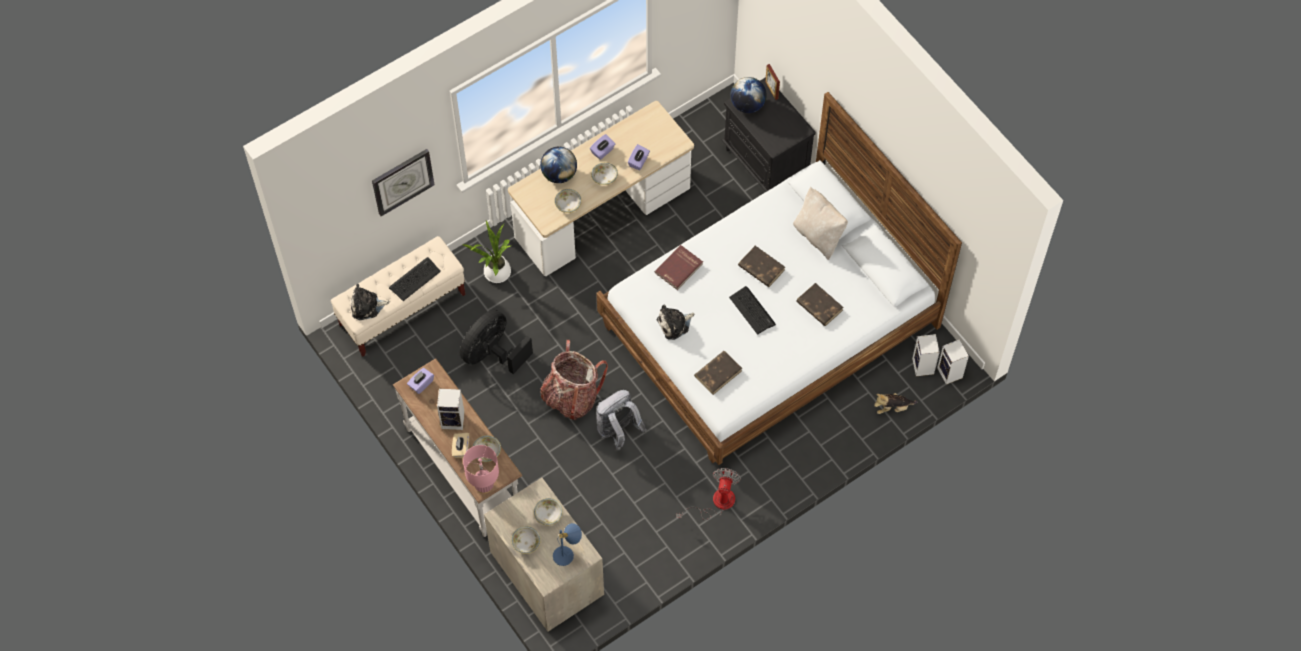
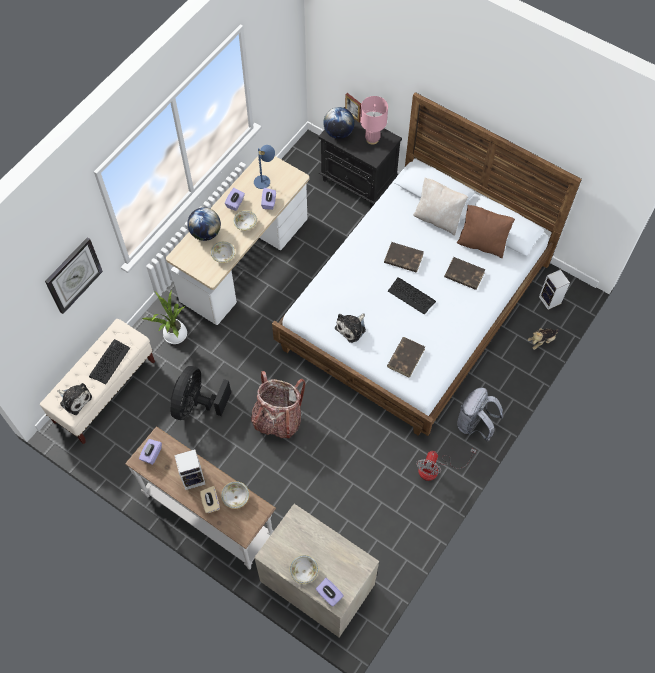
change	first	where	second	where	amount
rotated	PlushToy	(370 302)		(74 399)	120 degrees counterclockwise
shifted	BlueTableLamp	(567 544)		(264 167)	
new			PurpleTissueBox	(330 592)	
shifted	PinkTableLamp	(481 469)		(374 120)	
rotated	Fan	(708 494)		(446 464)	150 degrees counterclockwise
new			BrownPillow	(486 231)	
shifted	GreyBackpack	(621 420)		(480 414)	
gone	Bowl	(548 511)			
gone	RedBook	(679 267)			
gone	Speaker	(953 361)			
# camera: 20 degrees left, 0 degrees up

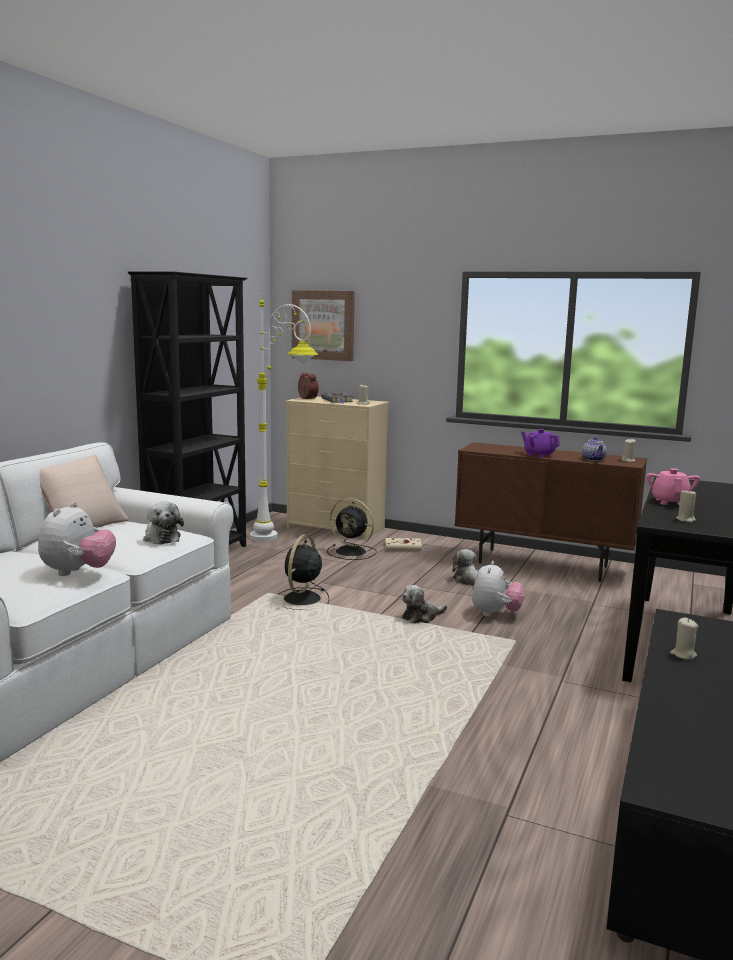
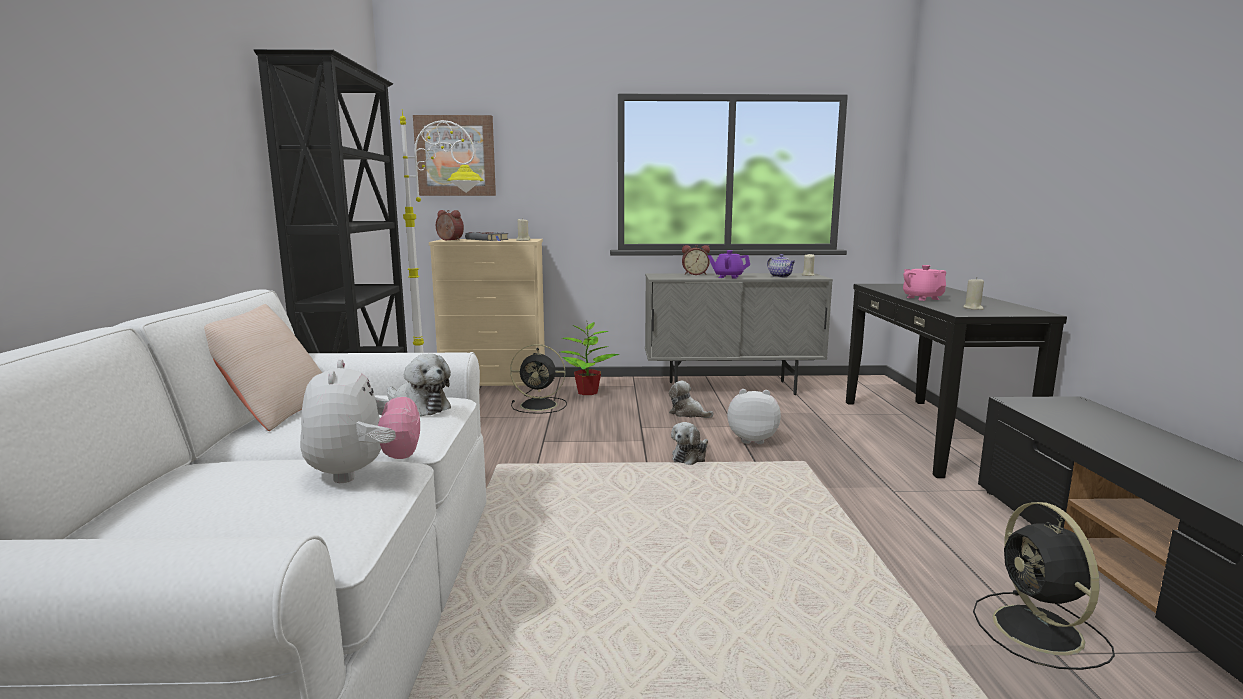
change	first	where	second	where	amount
swapped	BeigeBook	(406 544)	PottedPlant	(590 358)	
repainted	BrownCabinet	(550 512)	GreyCabinet	(739 334)	
new			AlarmClock	(696 260)	
rotated	PlushToy	(498 589)		(754 416)	75 degrees counterclockwise
shifted	BlackFan	(303 572)		(1044 586)	
gone	BeigeCandle	(684 638)			
# camera: 25 degrees left, 0 degrees up

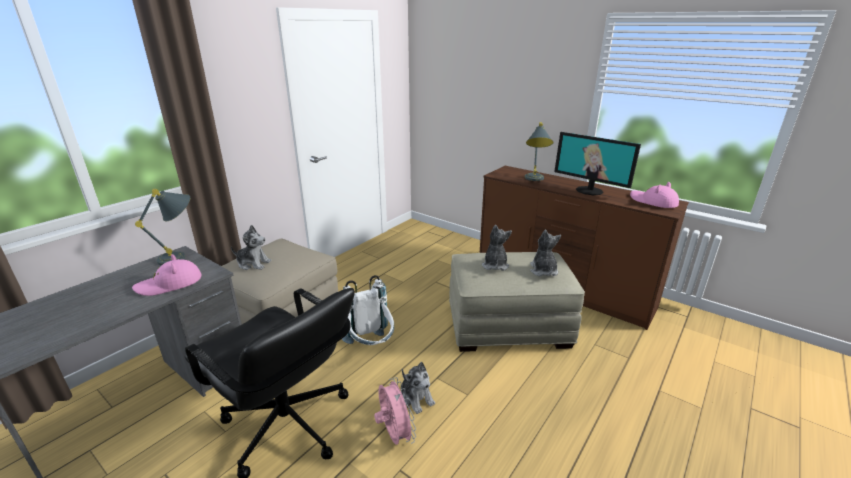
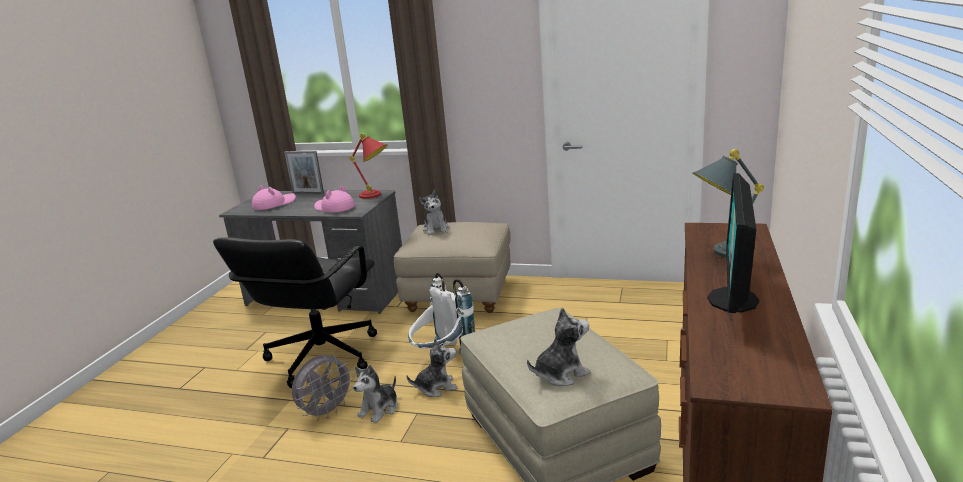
change	first	where	second	where	amount
shifted	PinkHat	(654 195)		(274 197)	
new			PictureFrame	(304 172)	
repainted	PinkFan	(395 411)	GreyFan	(323 388)	
repainted	GreyTableLamp	(162 227)	RedTableLamp	(368 166)	
shifted	PlushToy	(497 248)		(432 367)	
# camera: 70 degrees right, 5 degrees down

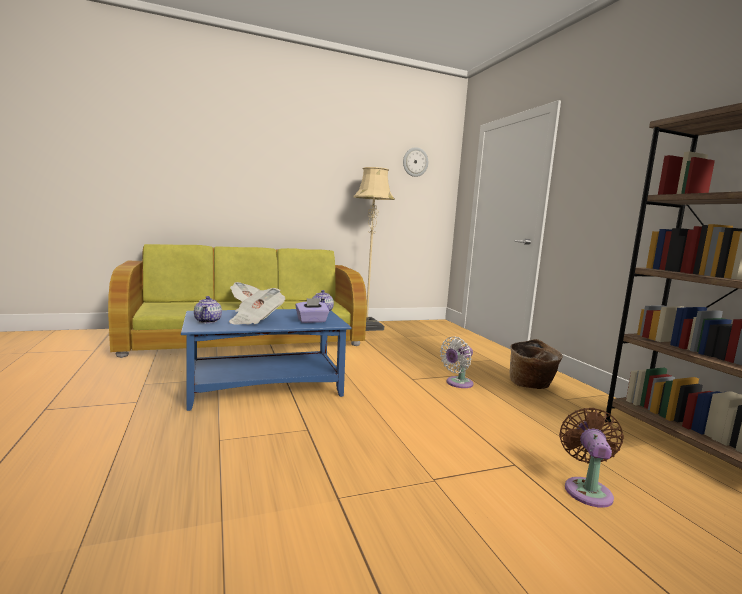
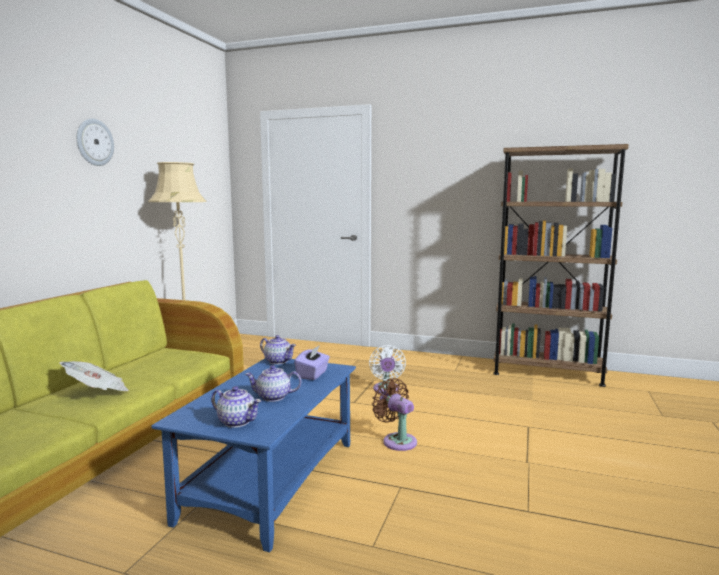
change	first	where	second	where	amount
shifted	WallClock	(415 162)		(95 142)	
swapped	Newspaper	(257 306)	Teapot	(273 383)	
shifted	BrownFan	(591 458)		(394 414)	
gone	Basket	(536 364)			
# camera: 50 degrees left, 0 degrees up

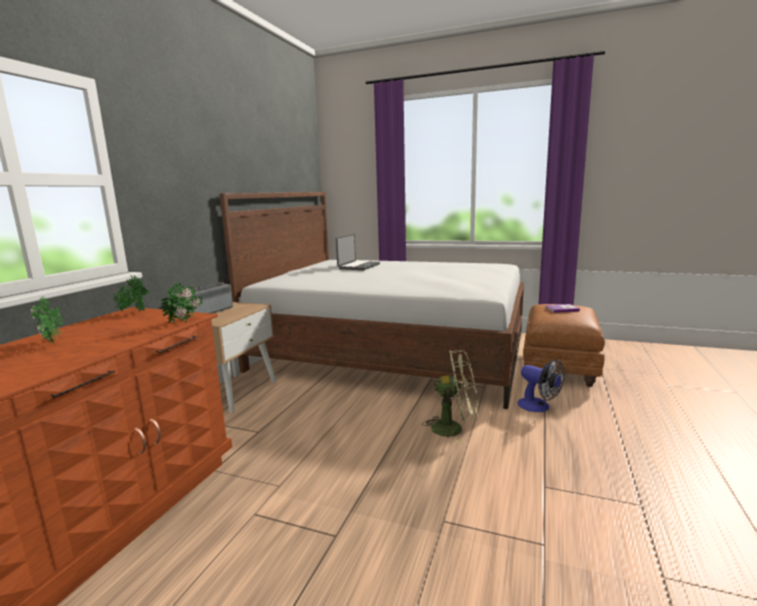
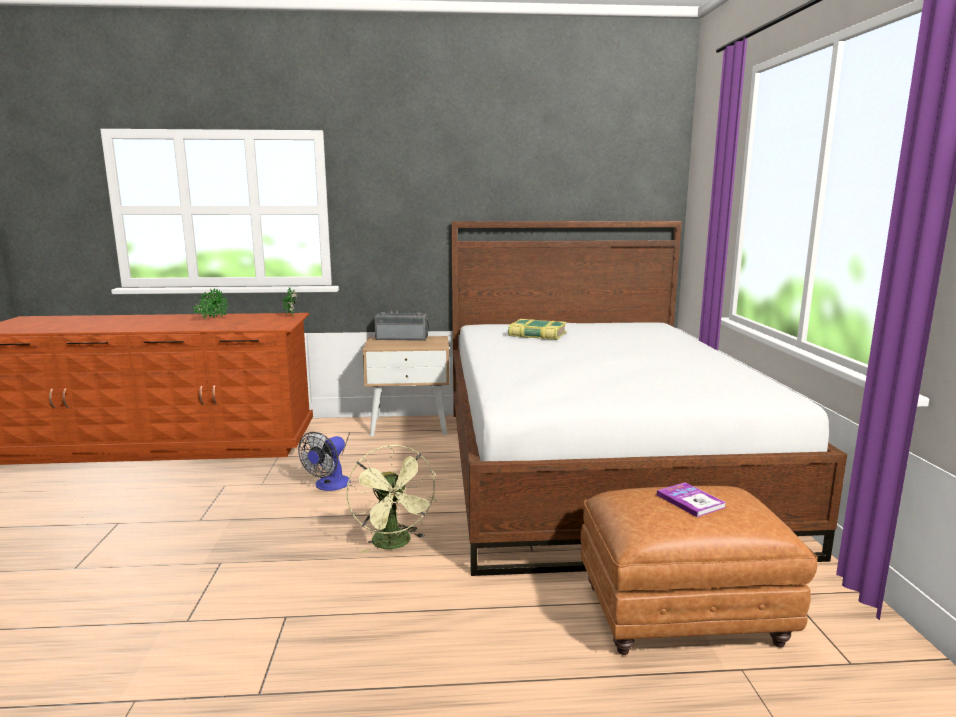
change	first	where	second	where	amount
shifted	Fan	(541 385)		(324 461)	
new			Book	(537 329)	
gone	PottedPlant	(182 302)			
gone	Laptop	(358 252)			
# camera: 65 degrees right, 0 degrees up

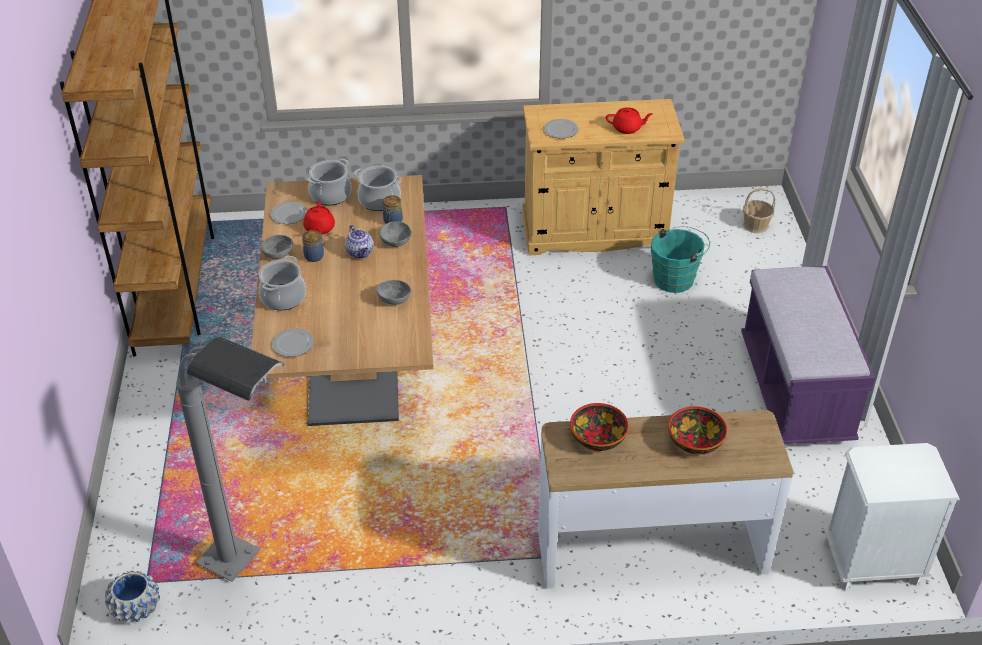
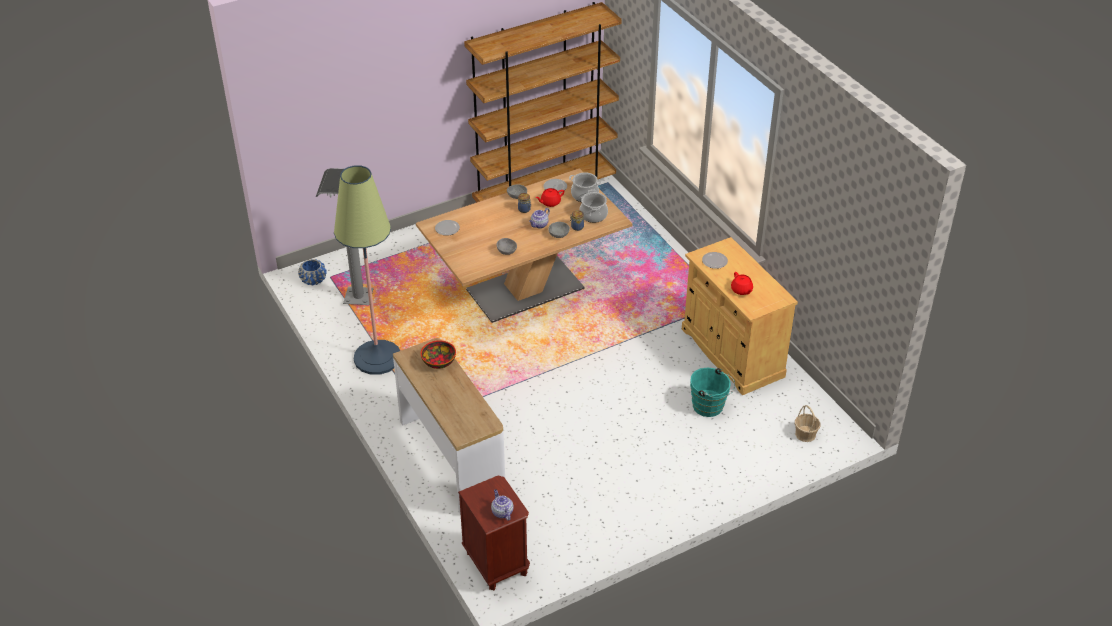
change	first	where	second	where	amount
new			FloorLamp	(367 270)	
repainted	WhiteNightstand	(892 516)	BrownNightstand	(494 533)	
new			Teapot	(502 505)	
gone	CookingPot	(282 283)			
gone	Bowl	(697 430)			
gone	PurpleBench	(808 355)			
# camera: 65 degrees right, 0 degrees up

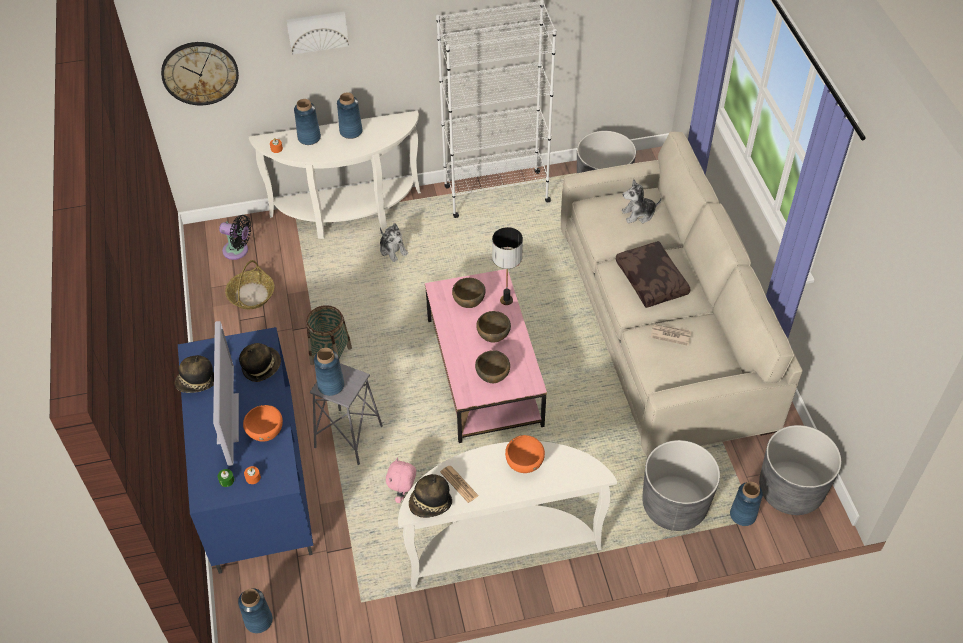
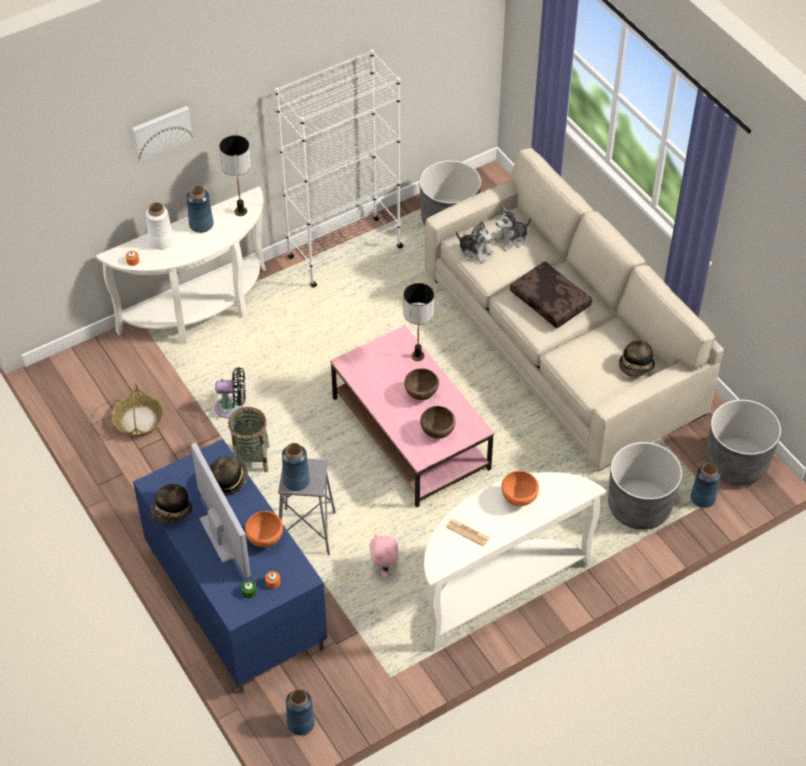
change	first	where	second	where	amount
repainted	BlueVase	(307 122)	WhiteVase	(159 226)	
shifted	BlackFan	(235 237)		(230 392)	
new			TableLamp	(235 175)	
shifted	PlushToy	(394 242)		(474 242)	
shifted	Hat	(430 496)		(637 358)	
gone	WallClock	(200 73)			
gone	BrownBowl	(469 293)			
gone	Newspaper	(671 335)			
# camera: 20 degrees left, 0 degrees up

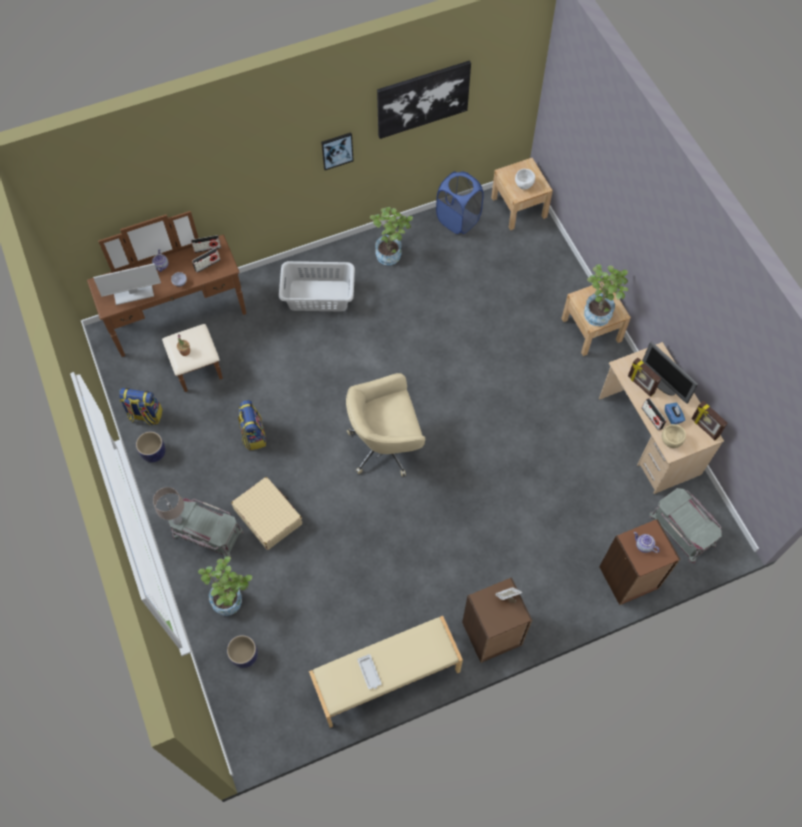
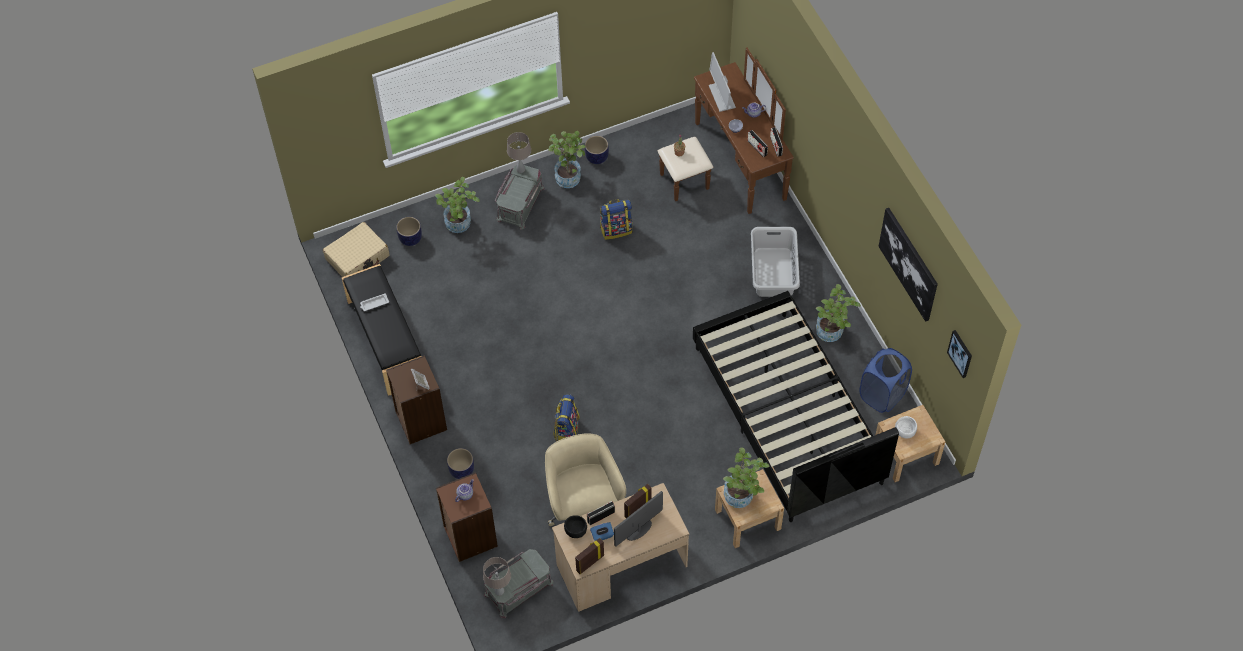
change	first	where	second	where	amount
shifted	BeigeSuitcase	(266 513)		(356 249)	
repainted	BeigeBench	(386 672)	BlackBench	(382 330)	
new			Planter	(460 463)	
new			BeigeTableLamp	(497 576)	
shifted	BeigeOfficeChair	(385 424)		(585 479)	
new			PottedPlant	(567 159)	
shifted	Backpack	(141 407)		(566 417)	
repainted	BeigeBowl	(674 436)	BlackBowl	(575 526)	
new			BlackBed	(796 406)	
shifted	Picture	(337 151)		(959 354)	
# camera: 90 degrees right, 5 degrees down

